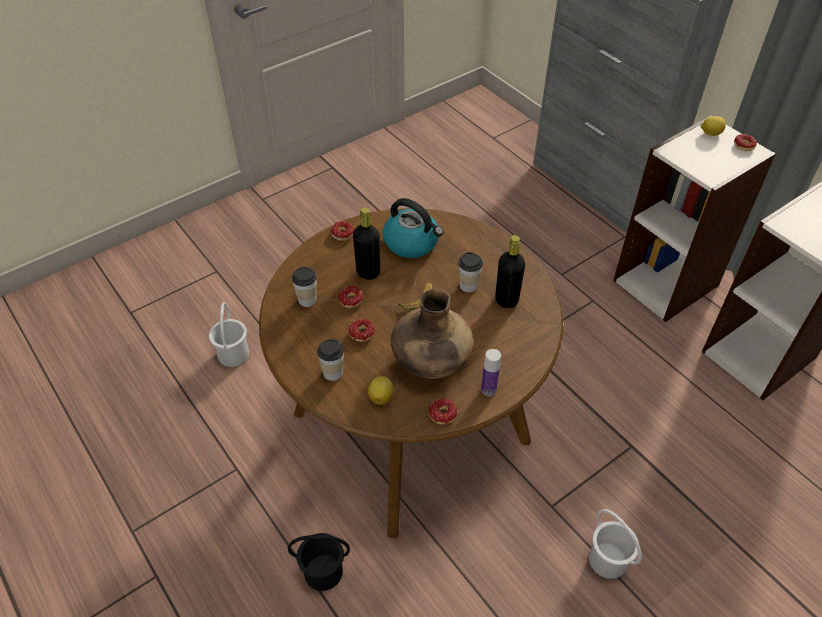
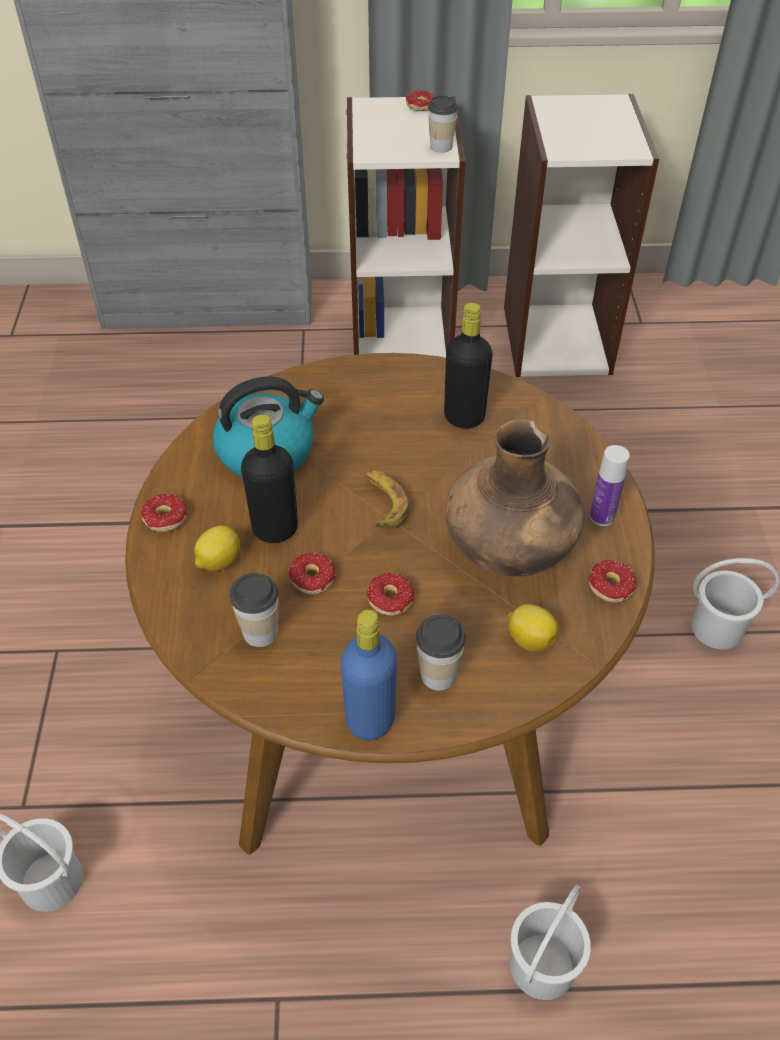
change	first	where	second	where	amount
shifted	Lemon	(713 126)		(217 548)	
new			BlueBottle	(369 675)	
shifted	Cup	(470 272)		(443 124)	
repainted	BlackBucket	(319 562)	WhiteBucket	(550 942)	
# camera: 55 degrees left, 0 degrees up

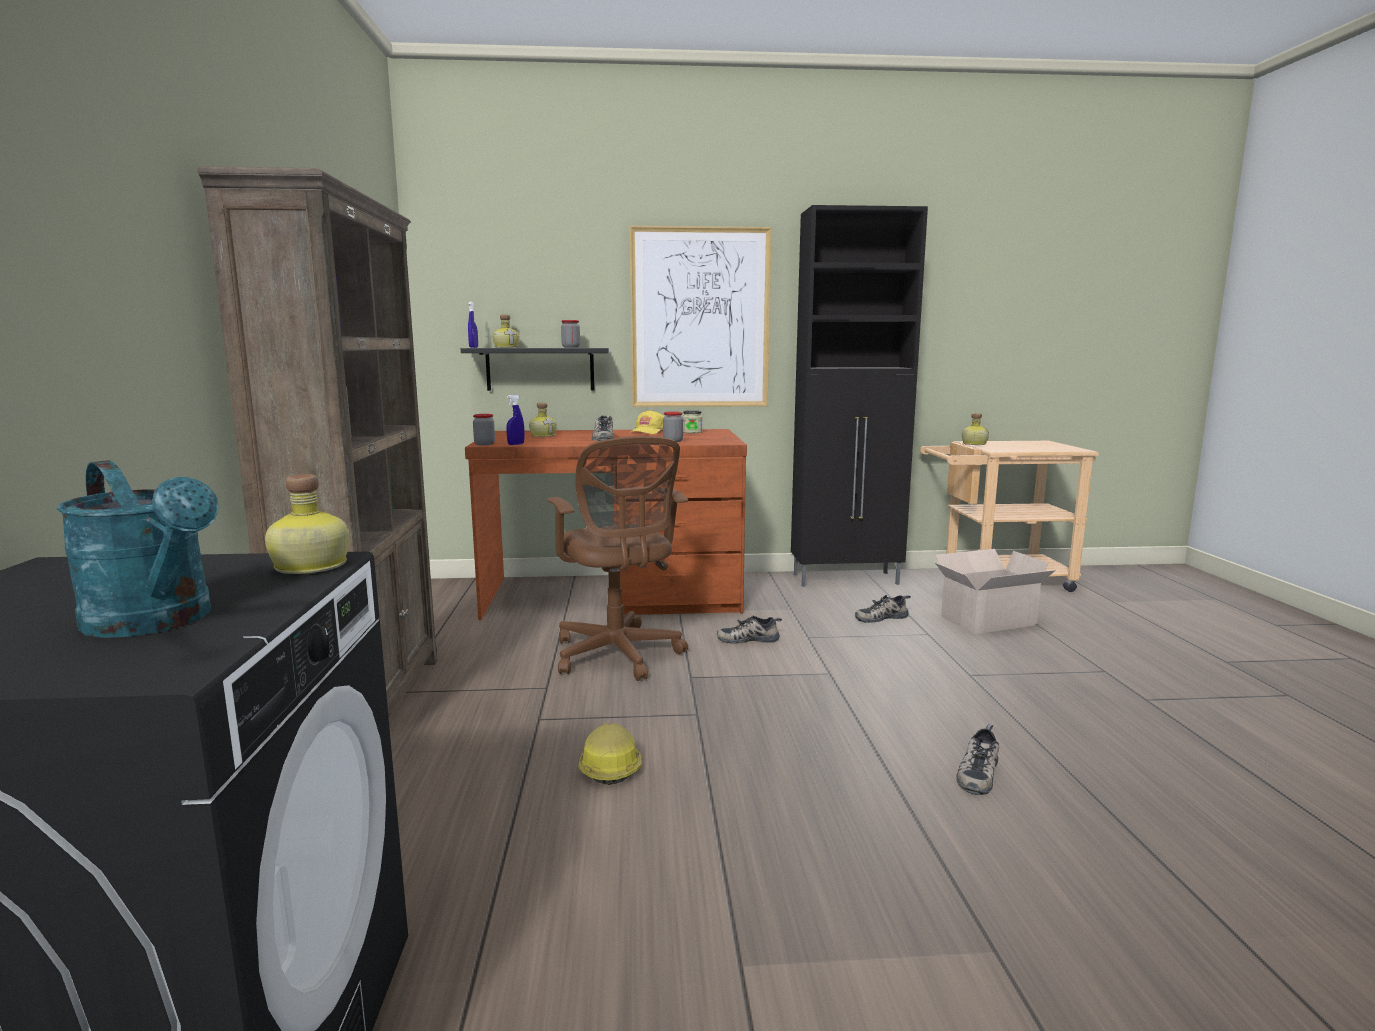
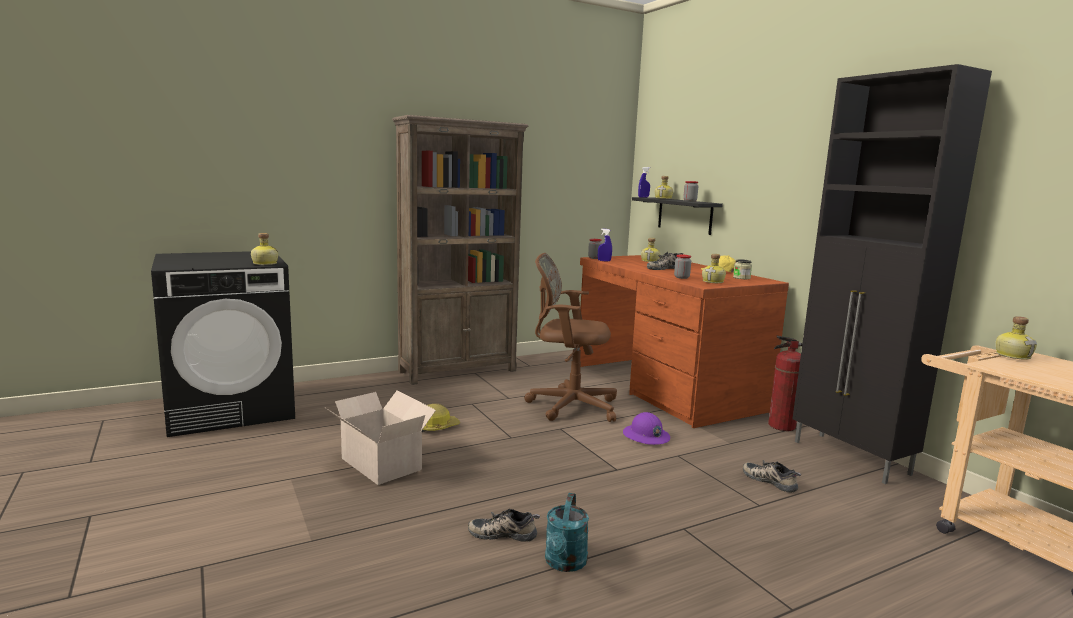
change	first	where	second	where	amount
shifted	CardboardBox	(995 591)		(380 437)	
rotated	BrownOfficeChair	(617 558)		(570 337)	60 degrees clockwise
shifted	TurquoiseWateringCan	(138 549)		(567 532)	
swapped	Shoe	(749 629)	PurpleHardHat	(646 428)	
new			Bottle	(714 268)	
new			FireExtinguisher	(785 383)	
gone	Picture	(701 316)			
# camera: 65 degrees right, 0 degrees up

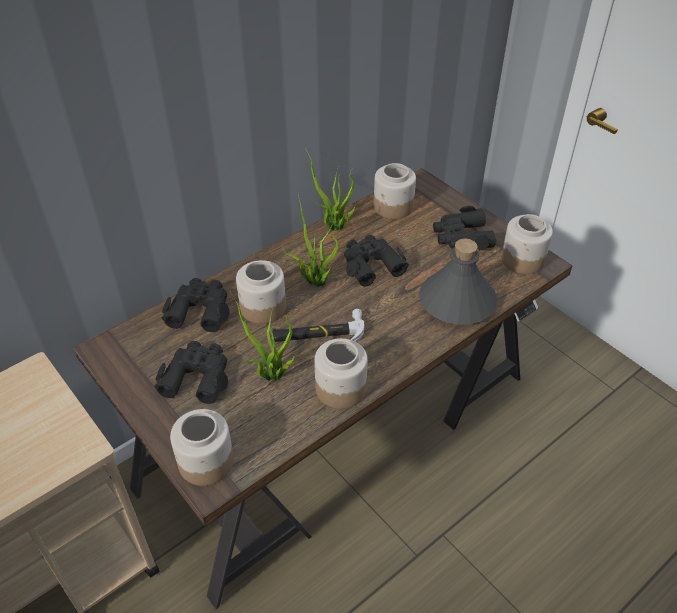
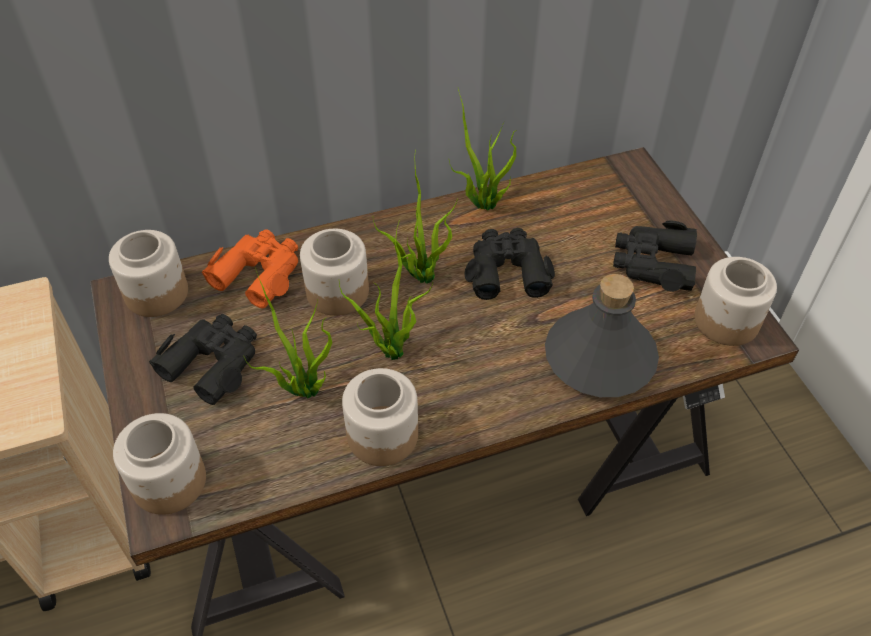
change	first	where	second	where	amount
shifted	Jar	(395 191)		(148 273)	
repainted	BlackBinoculars	(196 305)	OrangeBinoculars	(250 269)	
swapped	Hammer	(317 325)	PottedPlant	(386 289)	
# camera: 20 degrees right, 5 degrees up

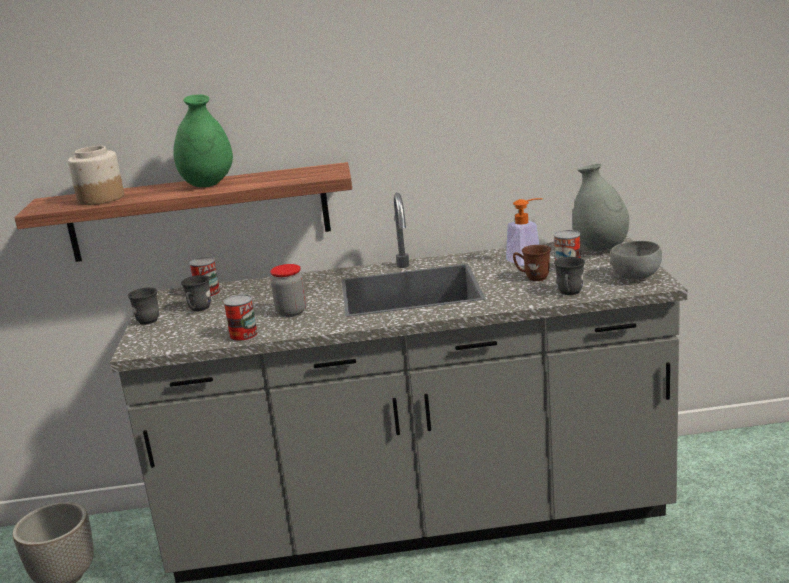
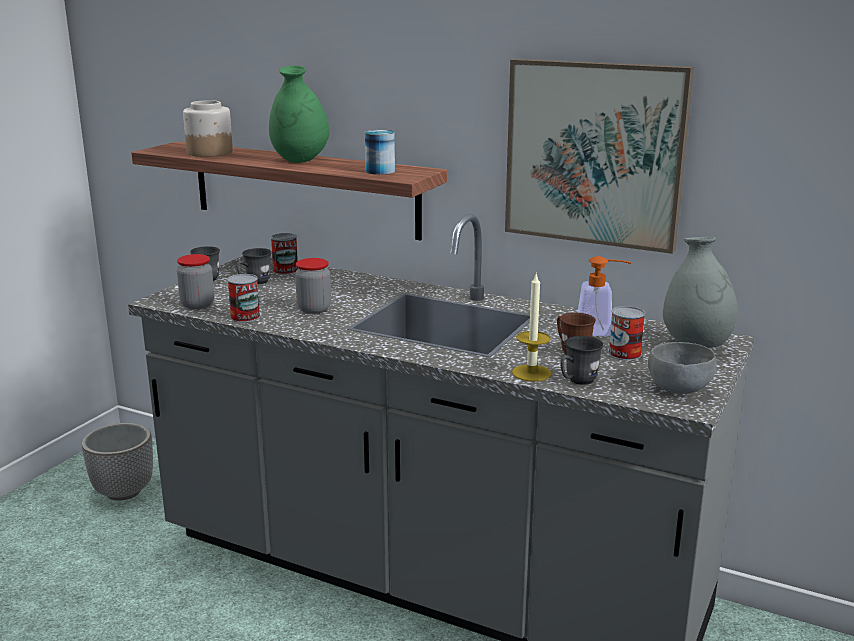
change	first	where	second	where	amount
new			Jar	(195 281)	
new			Can	(380 152)	
new			Picture	(599 156)	
new			Candle	(532 328)	
# camera: 30 degrees right, 0 degrees up

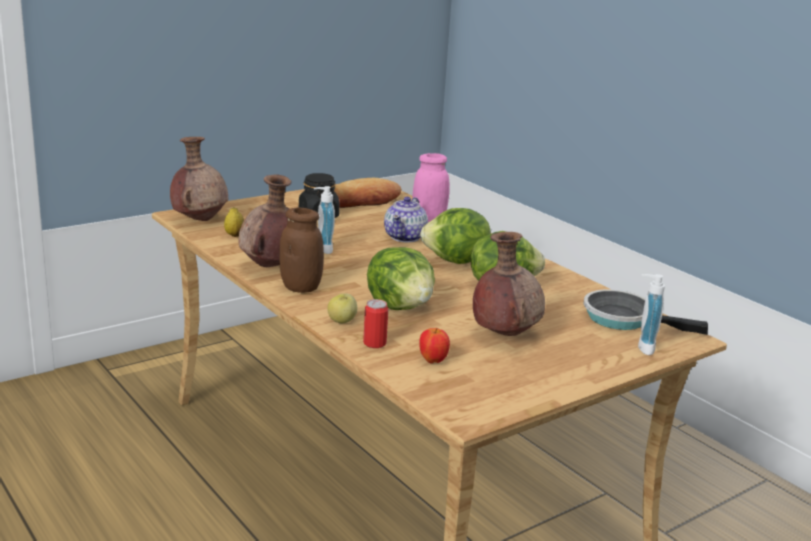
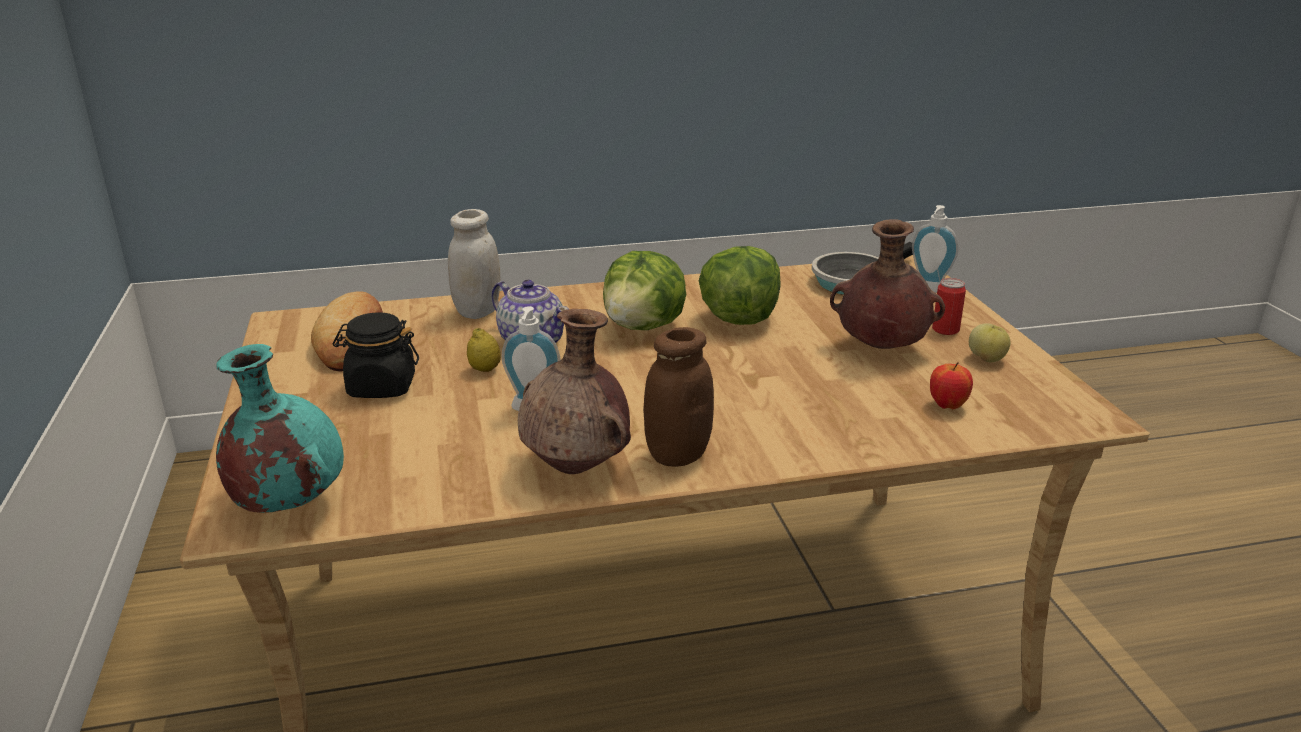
change	first	where	second	where	amount
repainted	BrownVase	(199 179)	TurquoiseVase	(280 428)	
repainted	PinkJar	(431 187)	WhiteJar	(474 264)	
shifted	Lemon	(234 222)		(484 350)	
shifted	Can	(375 323)		(949 306)	
shifted	Apple	(342 308)		(990 342)	
gone	Lettuce	(401 278)			
# camera: 65 degrees left, 5 degrees up

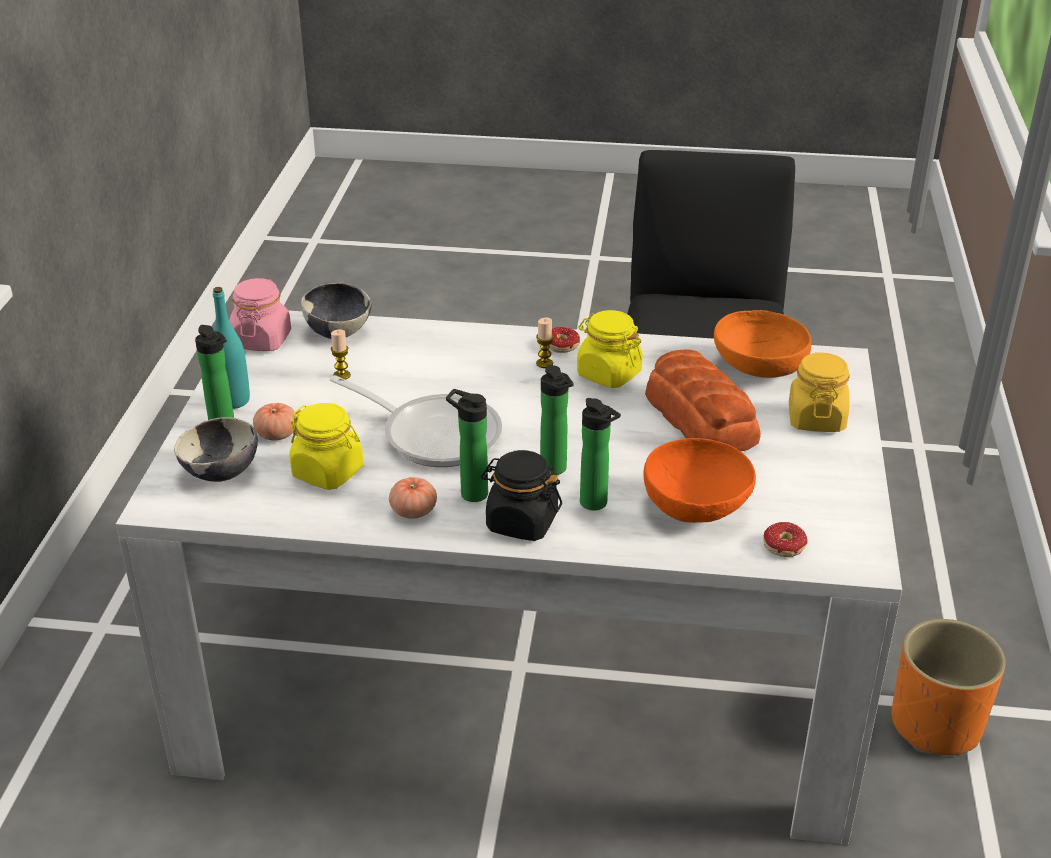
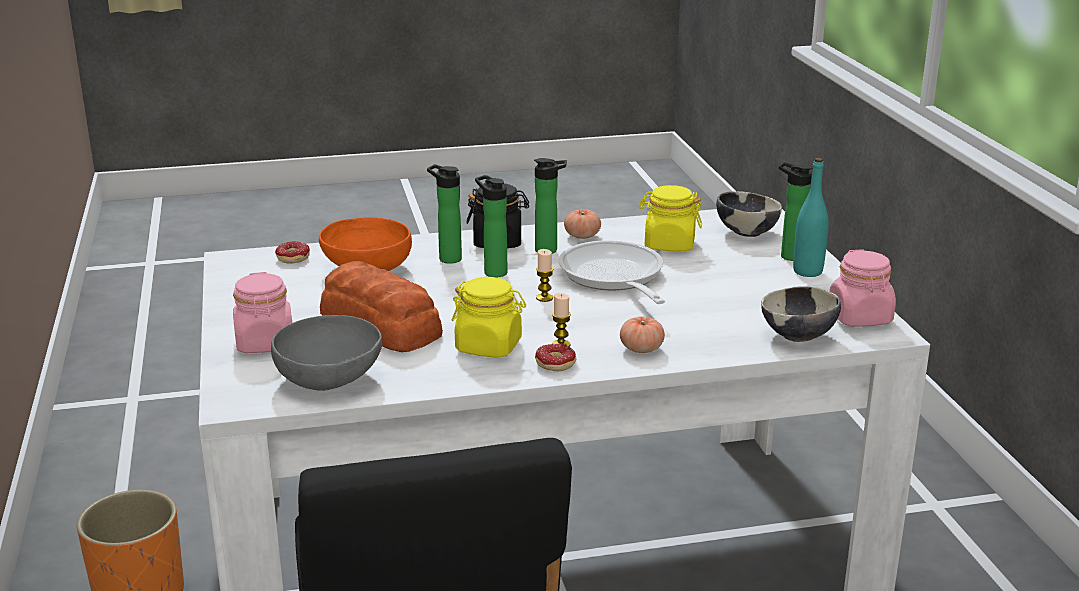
change	first	where	second	where	amount
repainted	YellowJar	(819 392)	PinkJar	(262 312)	
repainted	OrangeBowl	(762 344)	GreyBowl	(326 353)	
shifted	Candle	(341 354)		(544 275)	
rotated	FryingPan	(416 421)		(612 272)	60 degrees clockwise
shifted	Tomato	(275 422)		(642 335)	
# camera: 160 degrees right, 10 degrees down

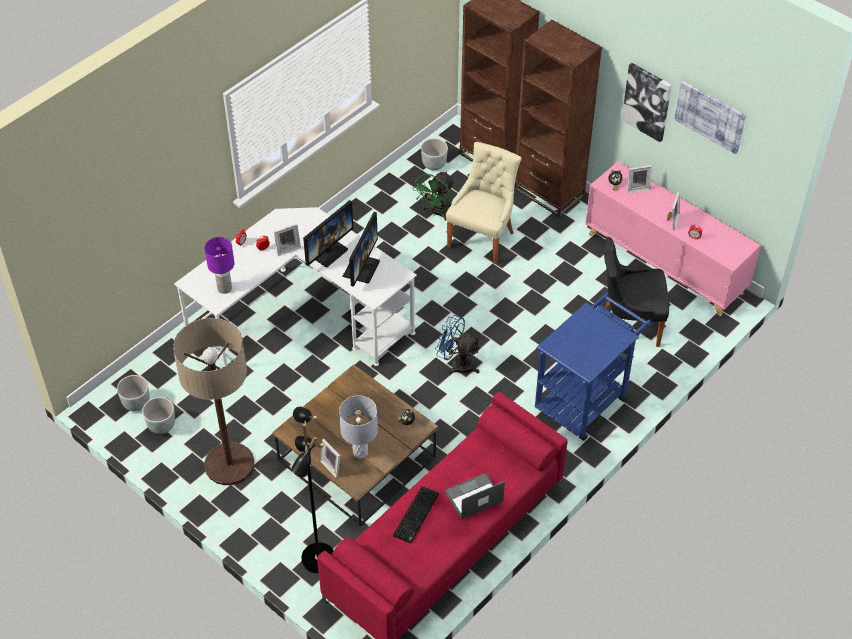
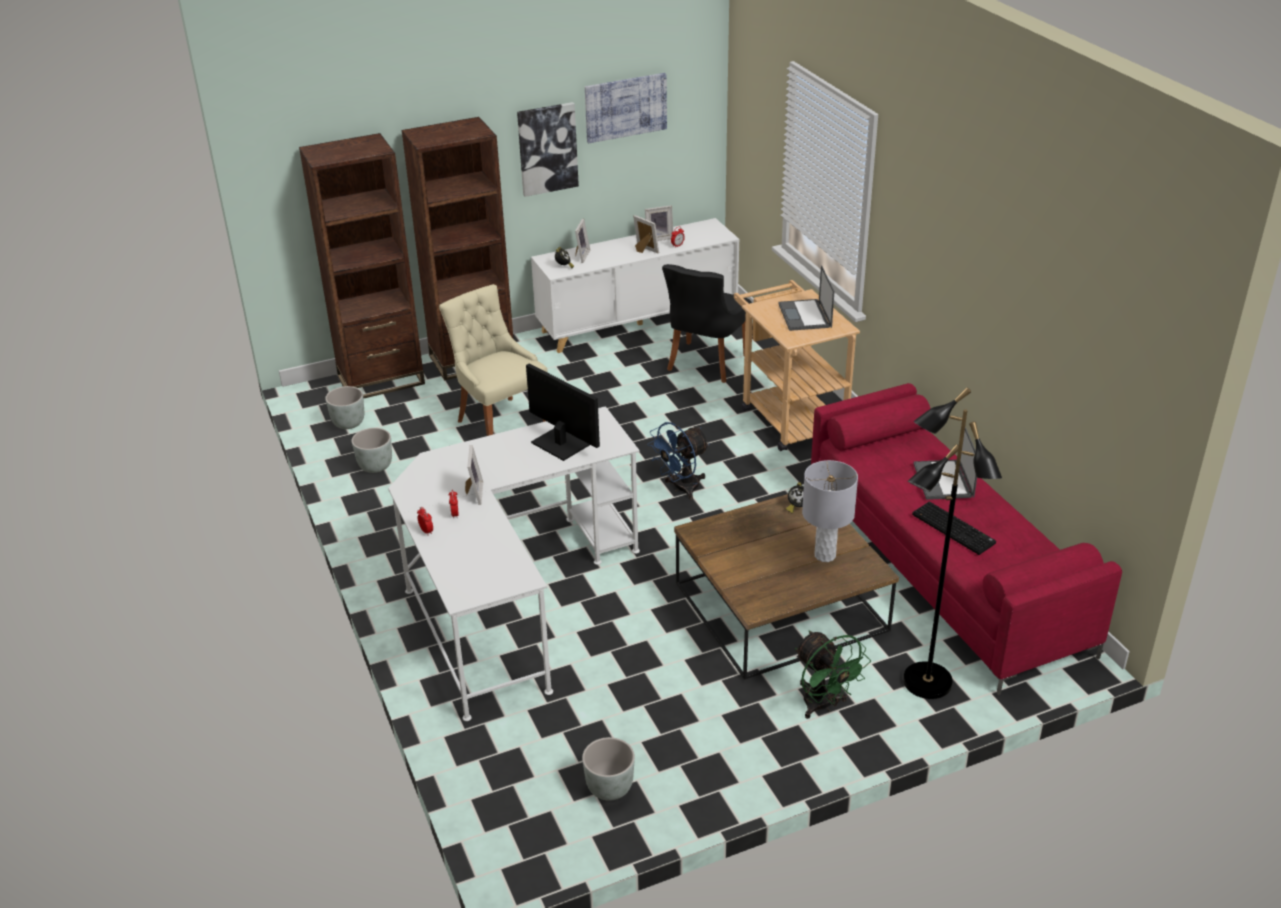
change	first	where	second	where	amount
shifted	GreyPlanter	(133 393)		(372 450)	
repainted	PinkCabinet	(673 238)	WhiteCabinet	(635 285)	
shifted	PictureFrame	(330 458)		(659 223)	
repainted	BlueCart	(593 367)	BeigeCart	(797 365)	
new			Laptop	(806 298)	
shifted	GreenFan	(434 196)		(833 675)	
gone	FloorLamp	(213 401)			
gone	PurpleTableLamp	(219 265)			
gone	Monitor	(328 233)			
# camera: 65 degrees left, 15 degrees down

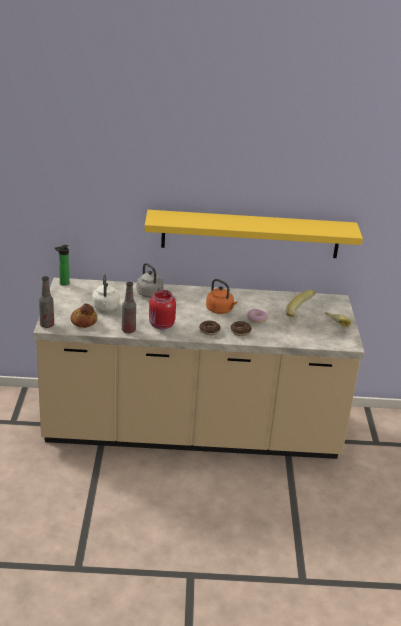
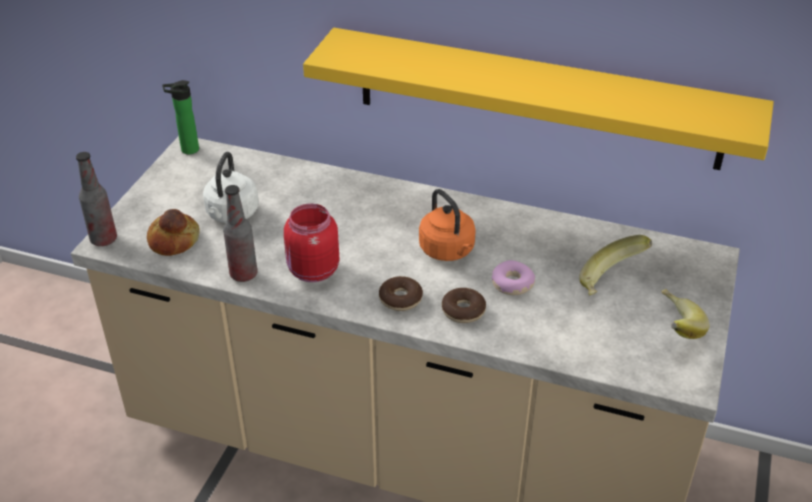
change	first	where	second	where	amount
gone	GreyKettle	(150 280)			
# camera: 20 degrees right, 10 degrees up

